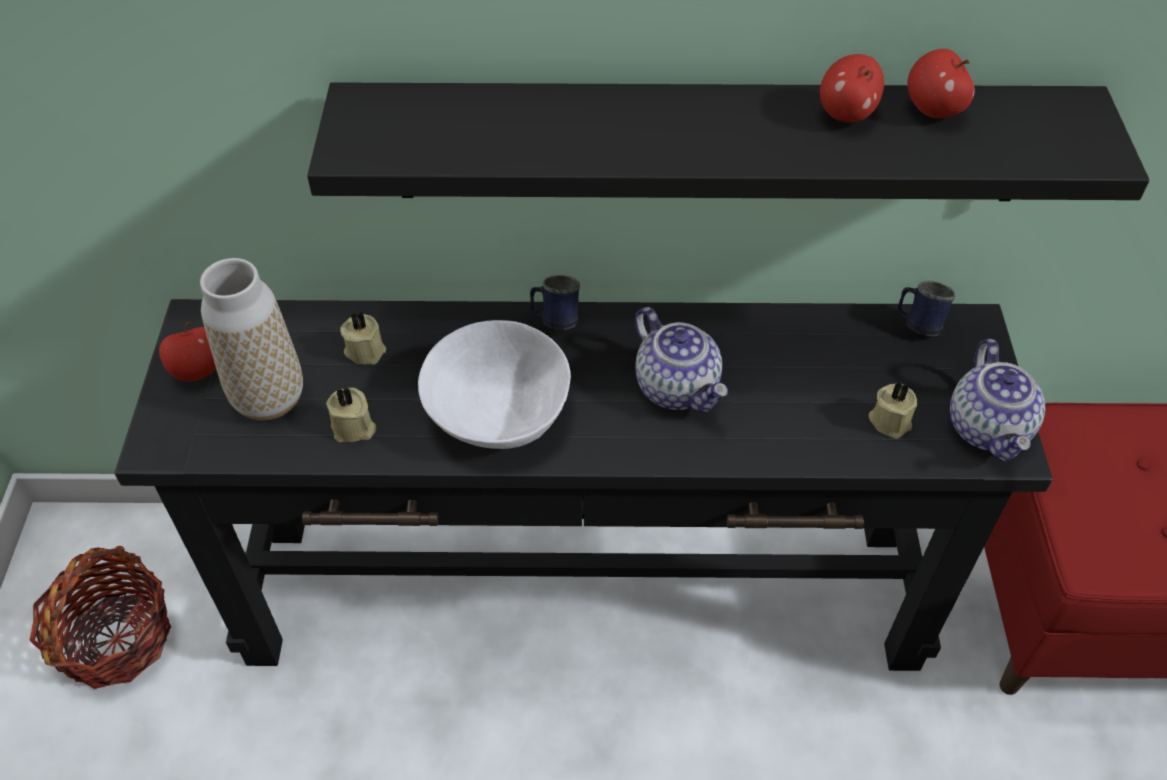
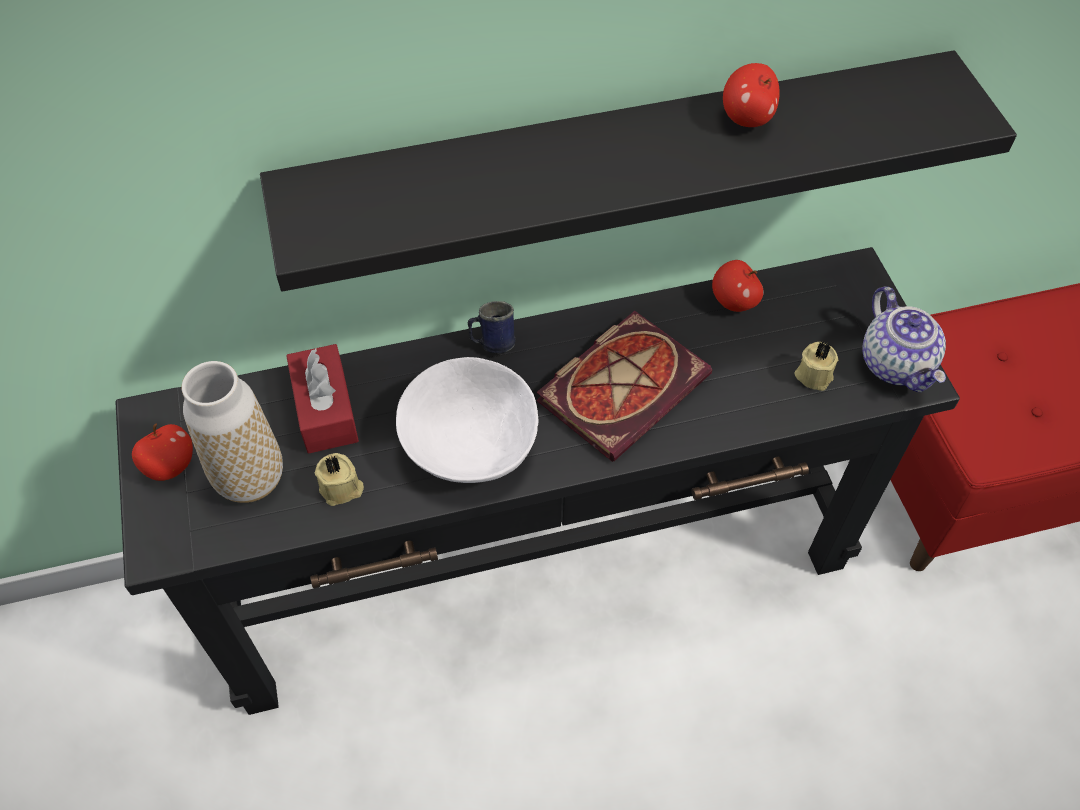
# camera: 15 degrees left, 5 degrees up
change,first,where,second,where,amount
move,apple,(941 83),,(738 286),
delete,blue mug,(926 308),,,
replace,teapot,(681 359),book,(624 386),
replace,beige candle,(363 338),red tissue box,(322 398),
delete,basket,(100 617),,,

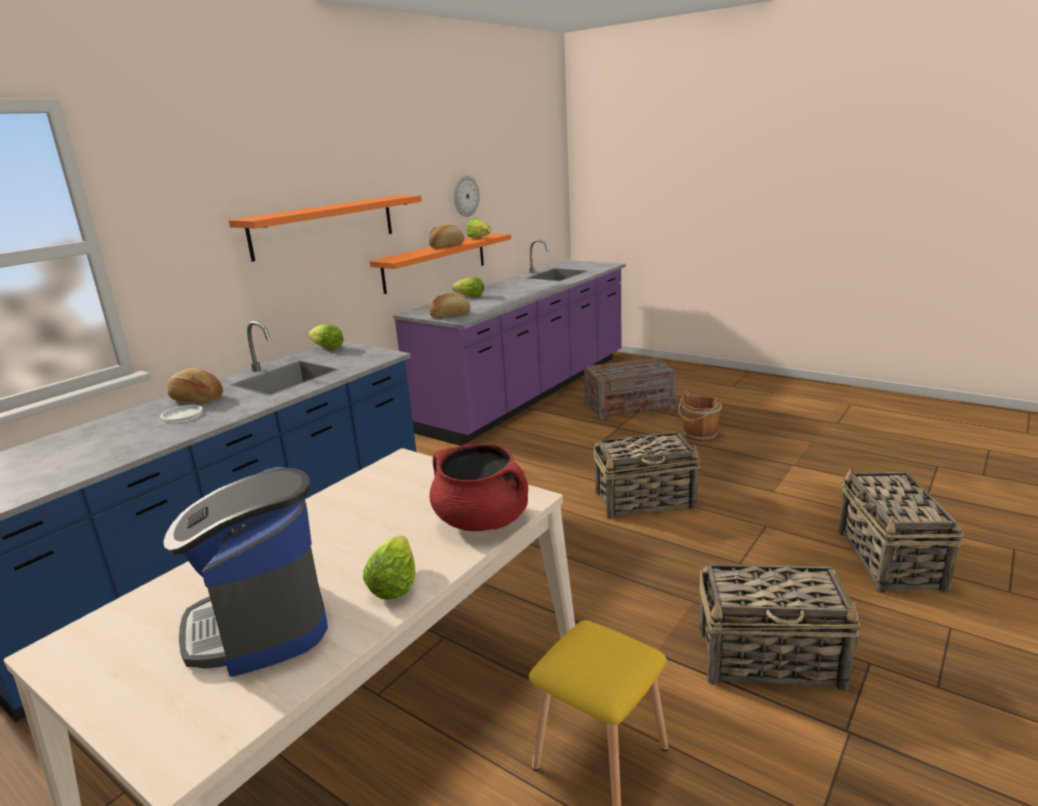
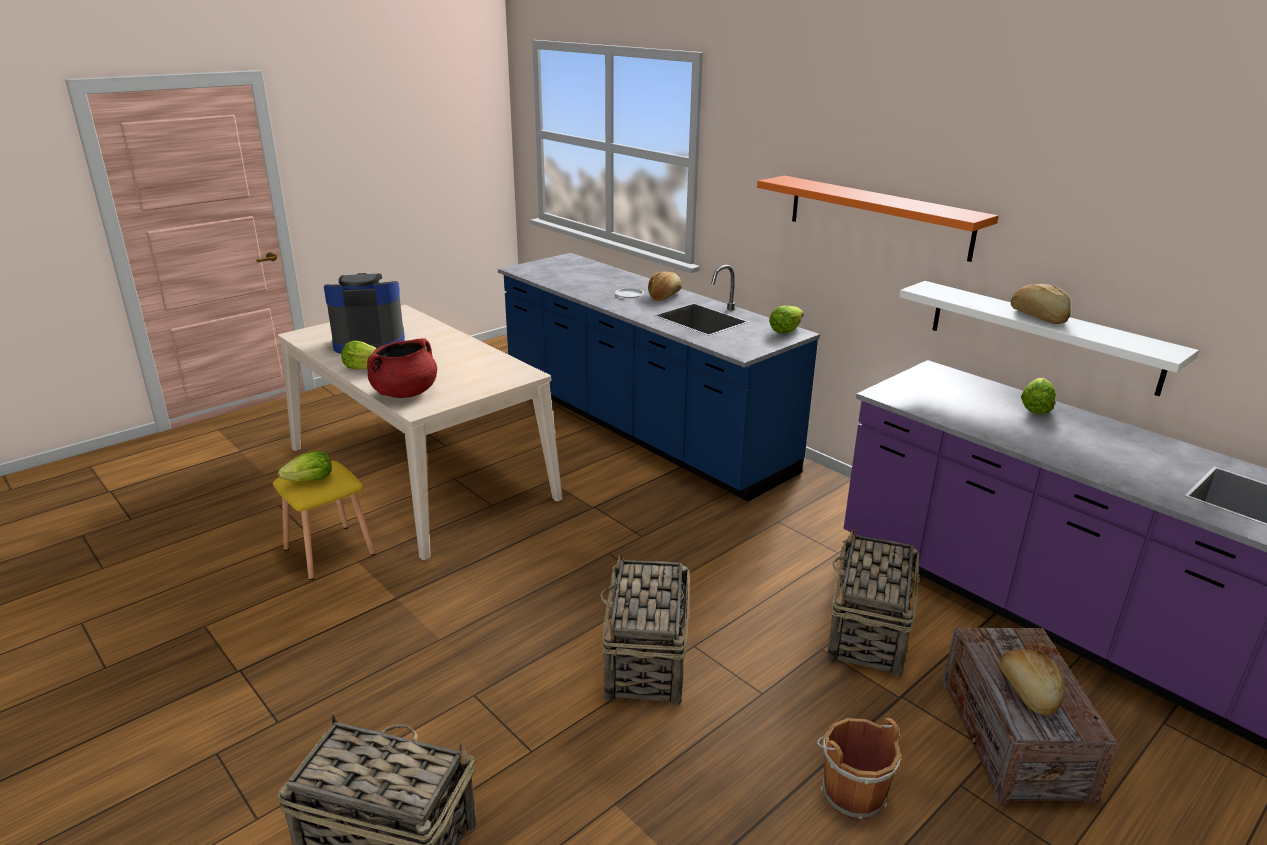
# camera: 100 degrees right, 5 degrees up
change,first,where,second,where,amount
delete,wall clock,(467 196),,,
move,lettuce,(478 228),,(305 466),
recolor,orange shelf,(440 263),white shelf,(1049 338),
move,bread,(450 305),,(1032 682),
move,basket,(780 627),,(872 602),

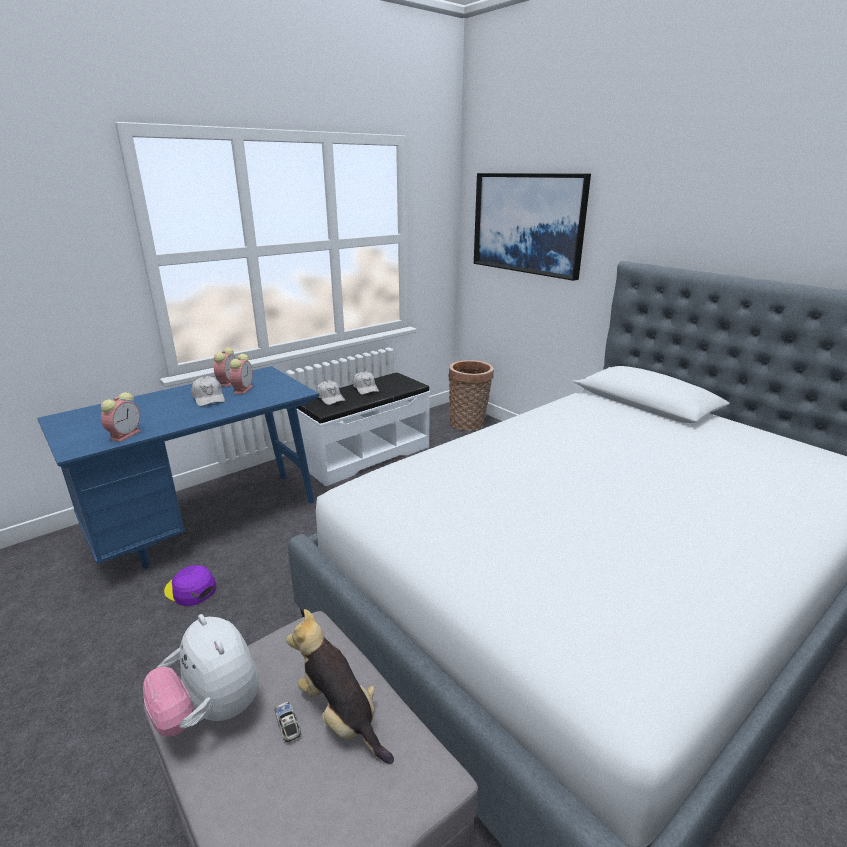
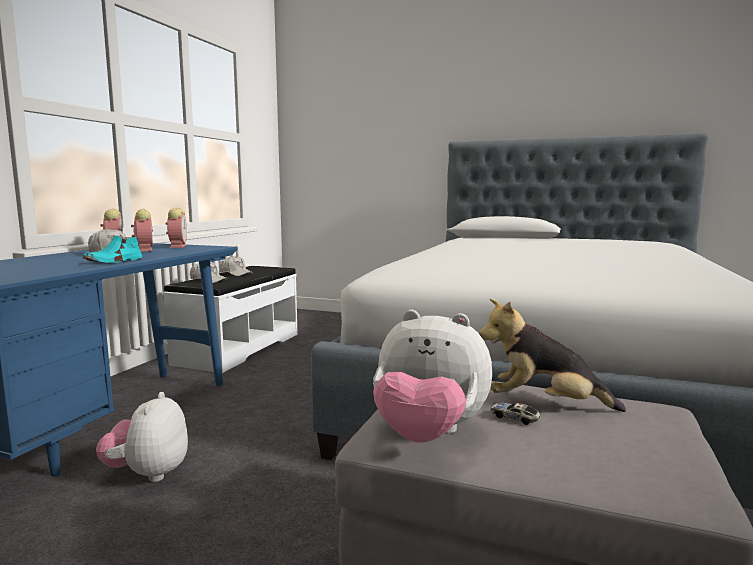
# camera: 30 degrees left, 15 degrees down
change,first,where,second,where,amount
delete,picture,(532 227),,,
delete,basket,(471 395),,,
move,alarm clock,(120 417),,(176 228),
replace,purple cap,(190 585),plush toy,(142 437),
insert,,,turquoise shoe,(112 249),

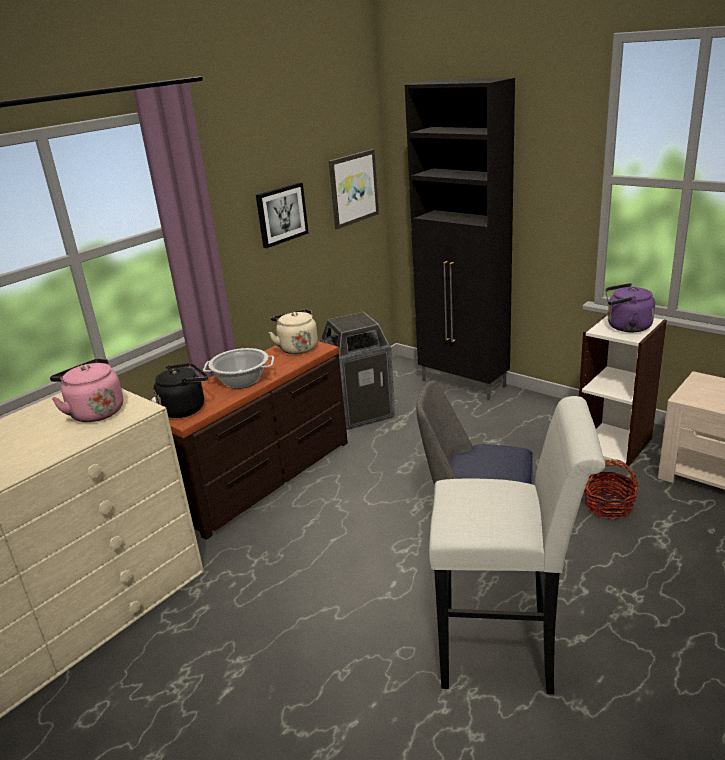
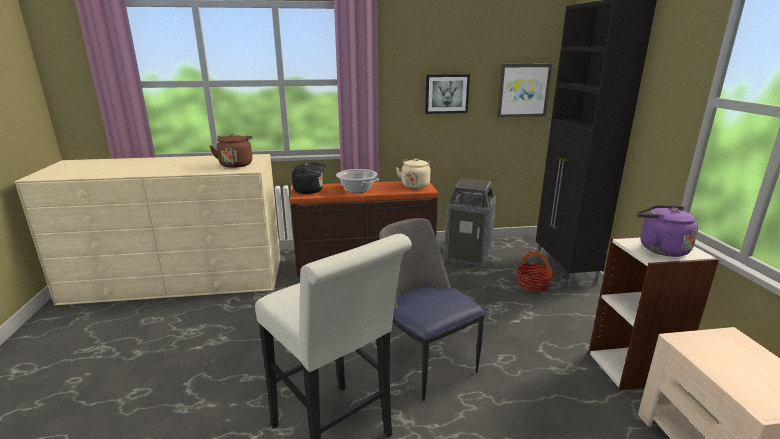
# camera: 40 degrees right, 5 degrees down
change,first,where,second,where,amount
recolor,pink kettle,(86 390),brown kettle,(231 151),
move,basket,(611 489),,(535 271),

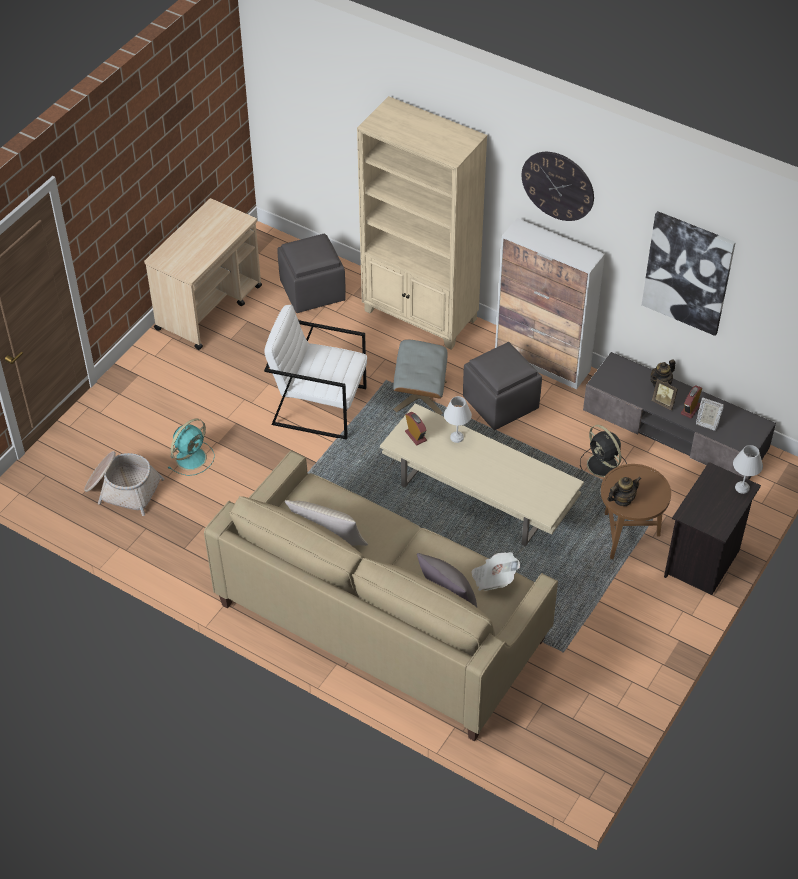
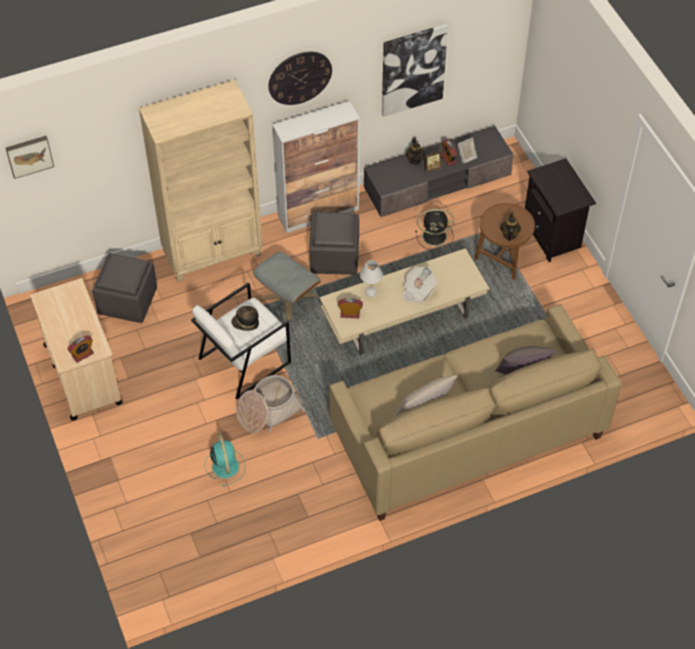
# camera: 55 degrees left, 5 degrees up
change,first,where,second,where,amount
delete,white table lamp,(748 469),,,
move,basket,(124 483),,(270 404),
move,newspaper,(495 571),,(419 285),
insert,,,picture,(30 157),
insert,,,hat,(245 318),
insert,,,alarm clock,(80 349),

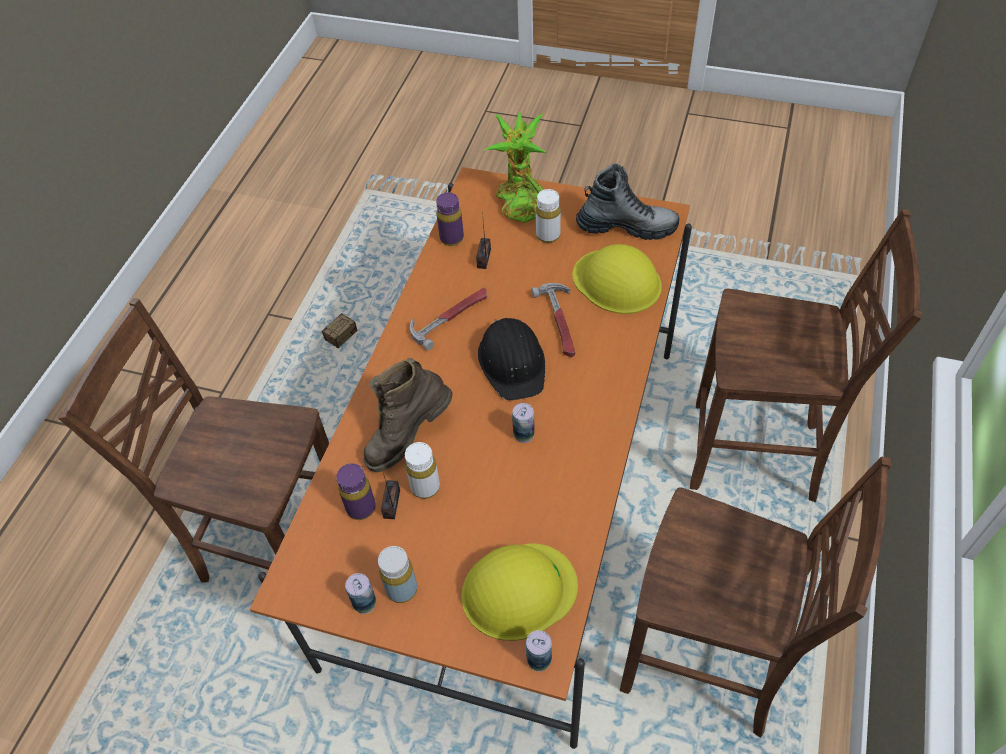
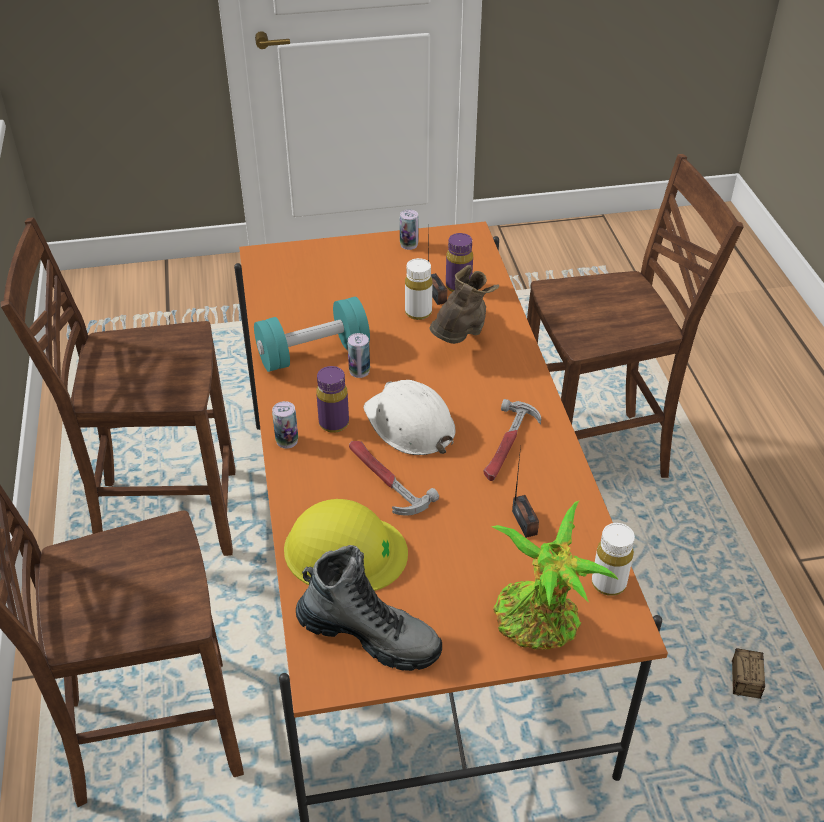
# camera: 150 degrees right, 10 degrees down
change,first,where,second,where,amount
rotate,boot,(627 201),,(369 608),135 degrees counterclockwise
move,white bottle,(548 216),,(613 559),
move,purple bottle,(450 219),,(332 399),
recolor,black hard hat,(511 359),white hard hat,(409 417),
delete,yellow hard hat,(519 592),,,
delete,yellow bottle,(397 574),,,
move,can,(539 651),,(285 425),
insert,,,turquoise dumbbell,(312 334),

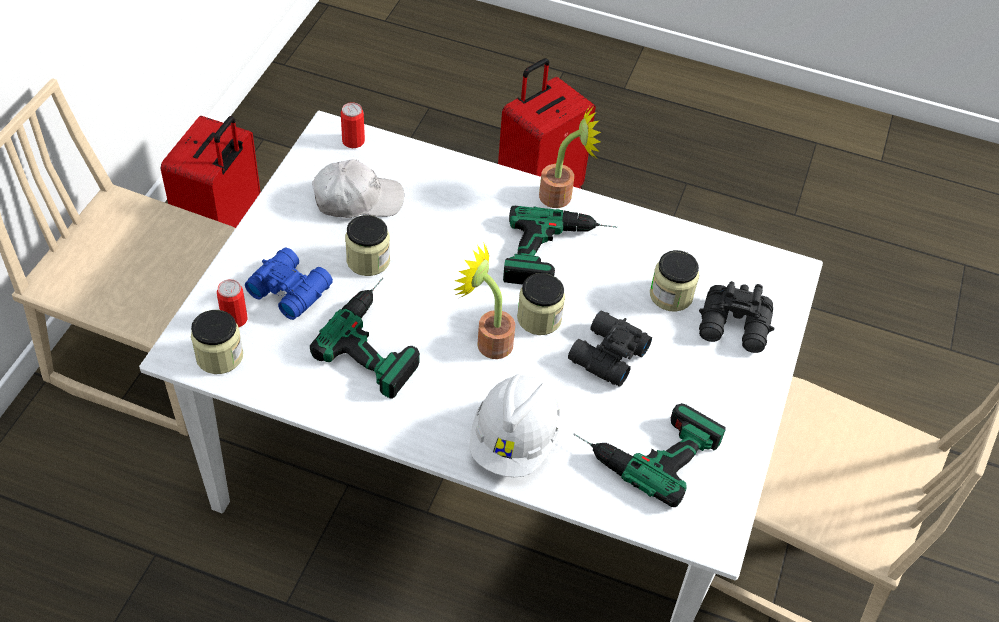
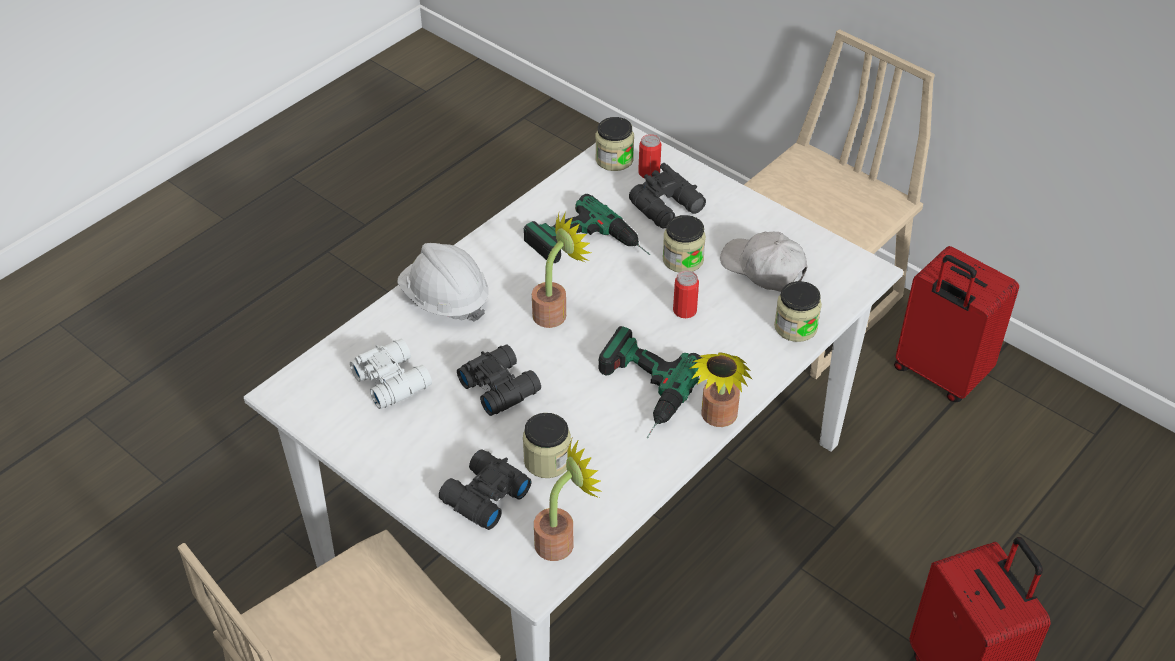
# camera: 115 degrees right, 5 degrees down
change,first,where,second,where,amount
move,can,(353 125),,(686 294),
rotate,white cap,(358 188),,(763 262),120 degrees clockwise
recolor,blue binoculars,(289 283),black binoculars,(667 195),
move,jar,(541 304),,(798 311),
replace,power drill,(649 455),white binoculars,(391 374),
insert,,,potted plant,(568 498),

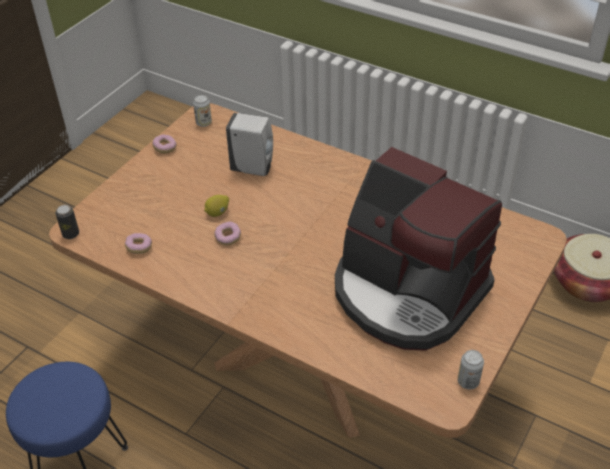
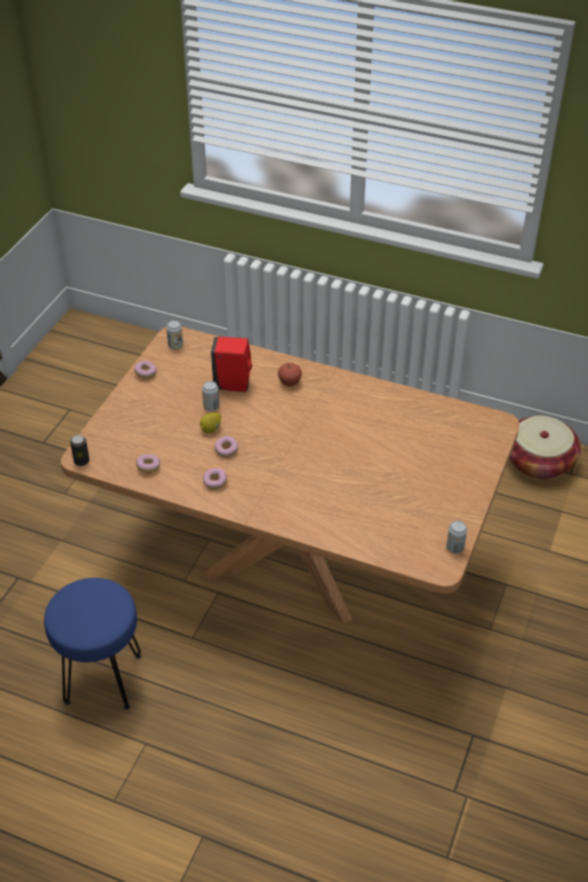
# camera: 10 degrees left, 0 degrees up
change,first,where,second,where,amount
recolor,white soap dispenser,(249 144),red soap dispenser,(231 364),
delete,coffee machine,(418 249),,,
insert,,,apple,(290 374),
insert,,,can,(210 396),
insert,,,donut,(215 479),

